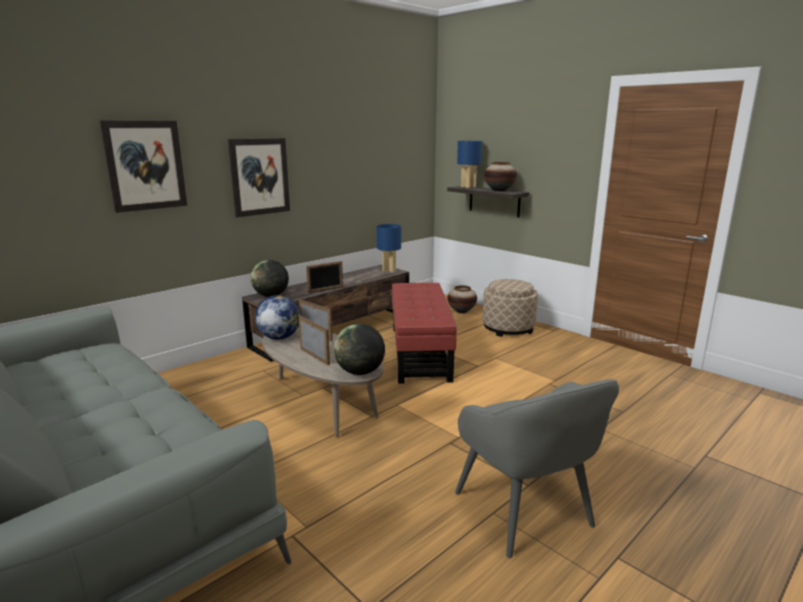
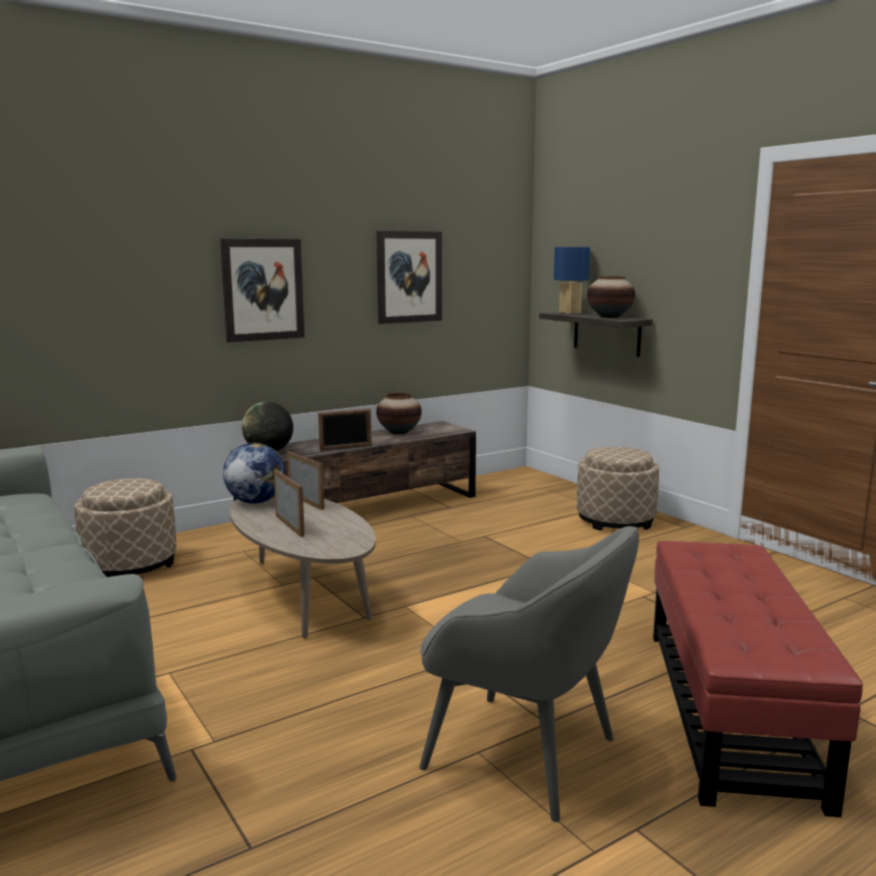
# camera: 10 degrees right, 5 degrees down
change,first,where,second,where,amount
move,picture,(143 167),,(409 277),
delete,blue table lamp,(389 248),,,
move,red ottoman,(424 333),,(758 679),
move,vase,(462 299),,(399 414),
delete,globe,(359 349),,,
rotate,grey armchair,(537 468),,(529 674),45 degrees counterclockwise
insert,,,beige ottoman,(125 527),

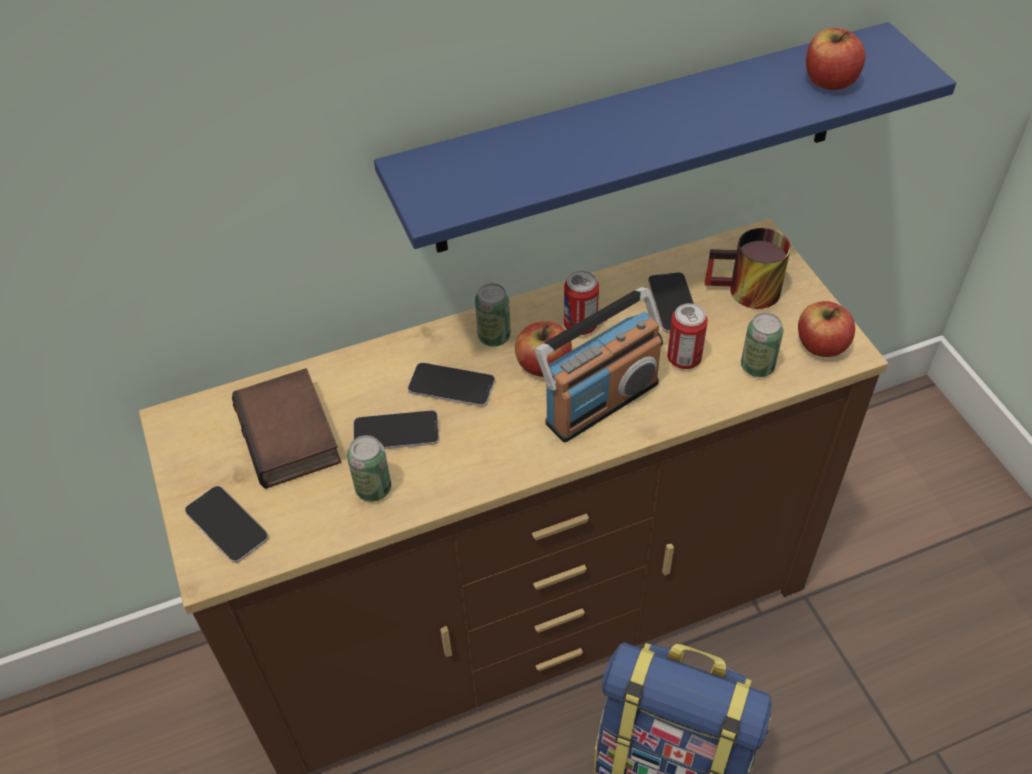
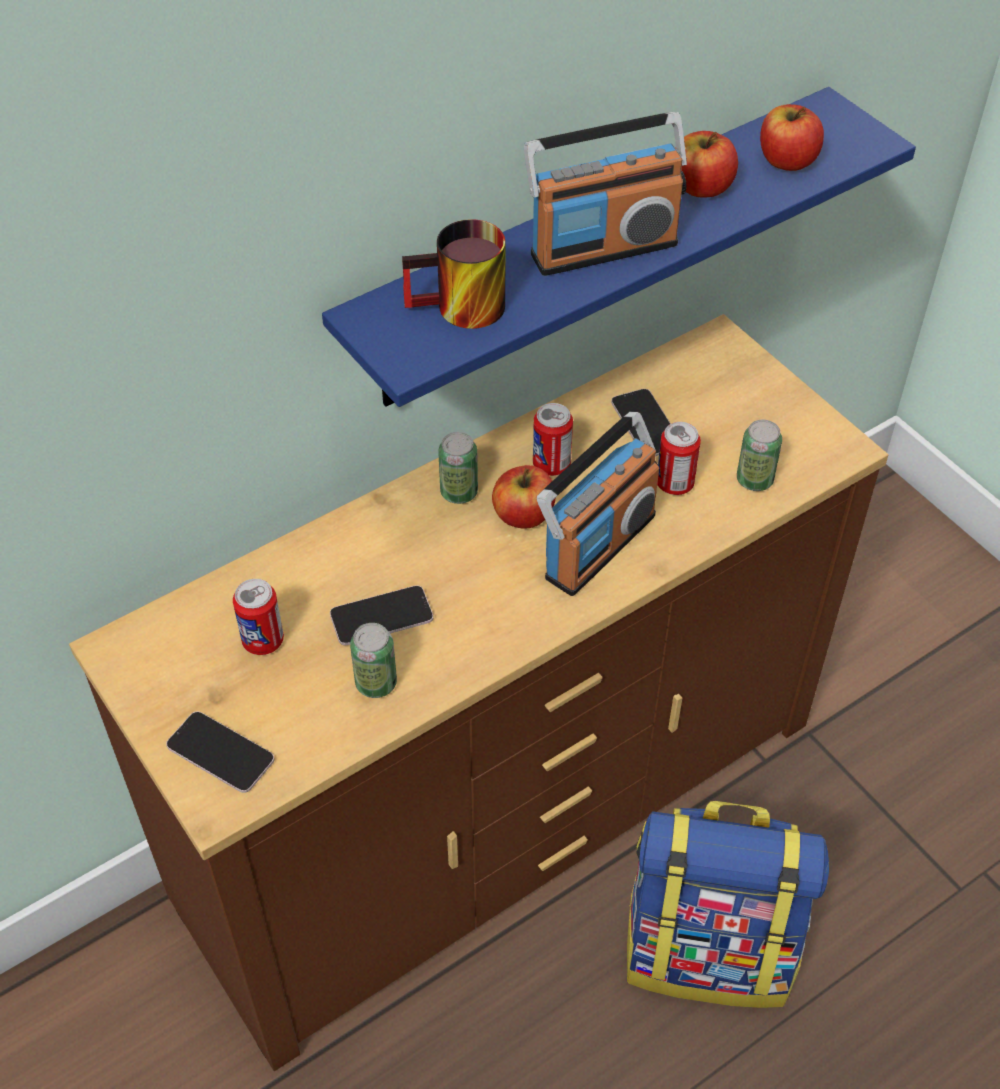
# camera: 15 degrees left, 0 degrees up
change,first,where,second,where,amount
move,mug,(748 268),,(453 274),
move,apple,(826 329),,(706 164),
delete,phone,(451 384),,,
replace,book,(286 428),can,(258 617),
insert,,,radio,(605 194),

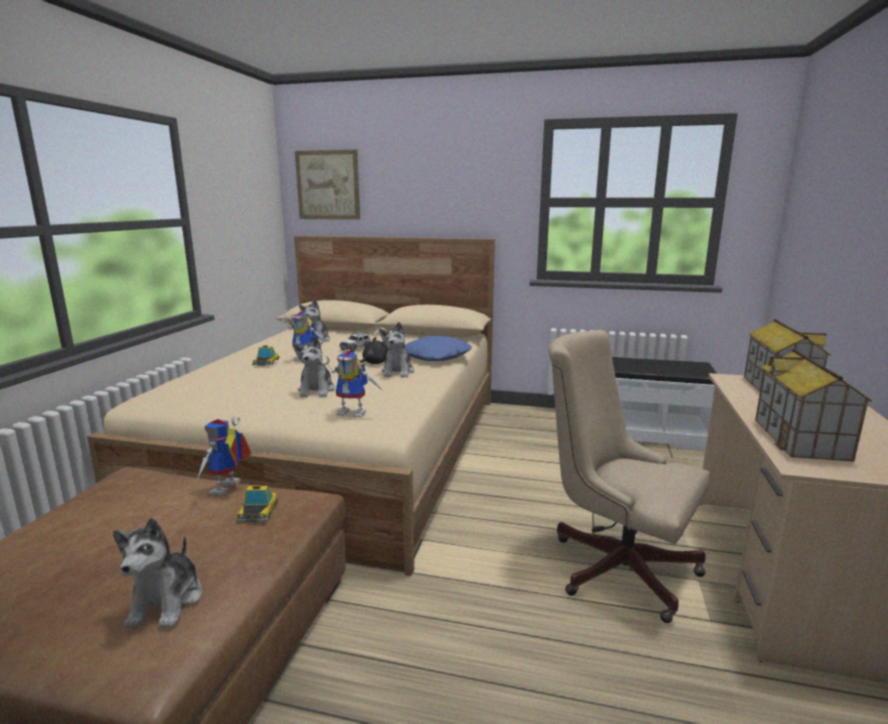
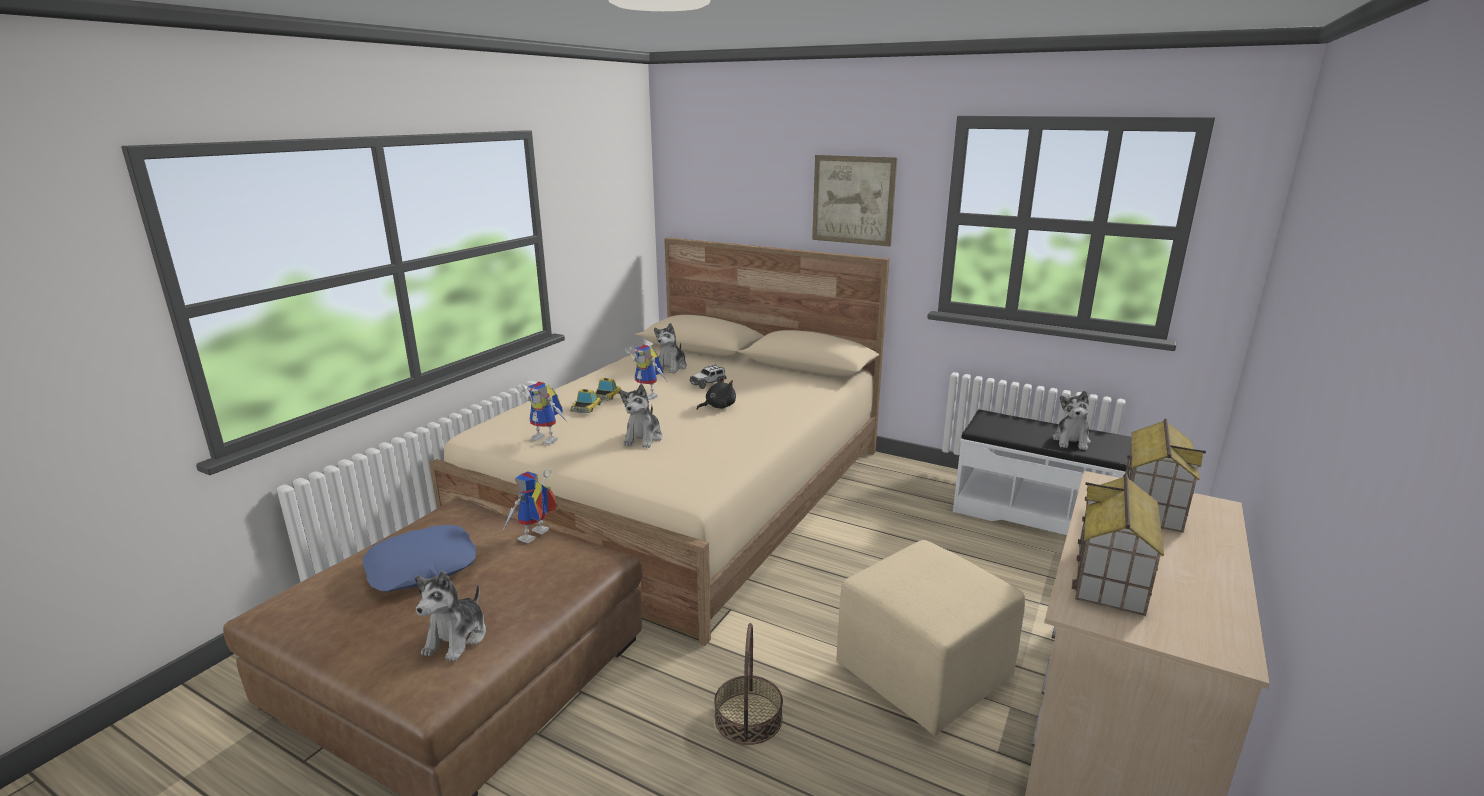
# camera: 15 degrees right, 5 degrees up
change,first,where,second,where,amount
move,picture,(327 185),,(854 201),
move,plush toy,(396 349),,(1072 420),
replace,beige office chair,(629 476),beige ottoman,(930 638),
move,blue pillow,(438 348),,(419 558),
move,toy robot,(351 383),,(542 413),
move,toy car,(257 504),,(586 401),
insert,,,basket,(748 684),

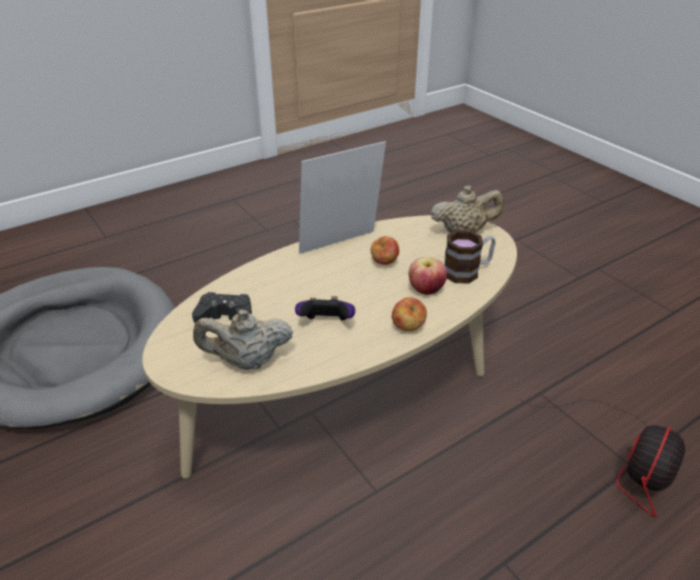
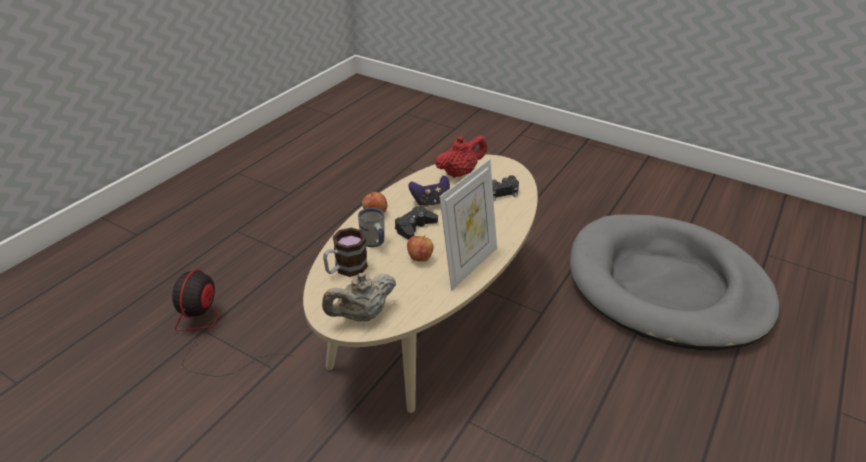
# camera: 155 degrees right, 0 degrees up
change,first,where,second,where,amount
replace,apple,(427 276),white mug,(371 227),
recolor,beige teapot,(243 340),red teapot,(461 157),
insert,,,black game controller,(416 223),

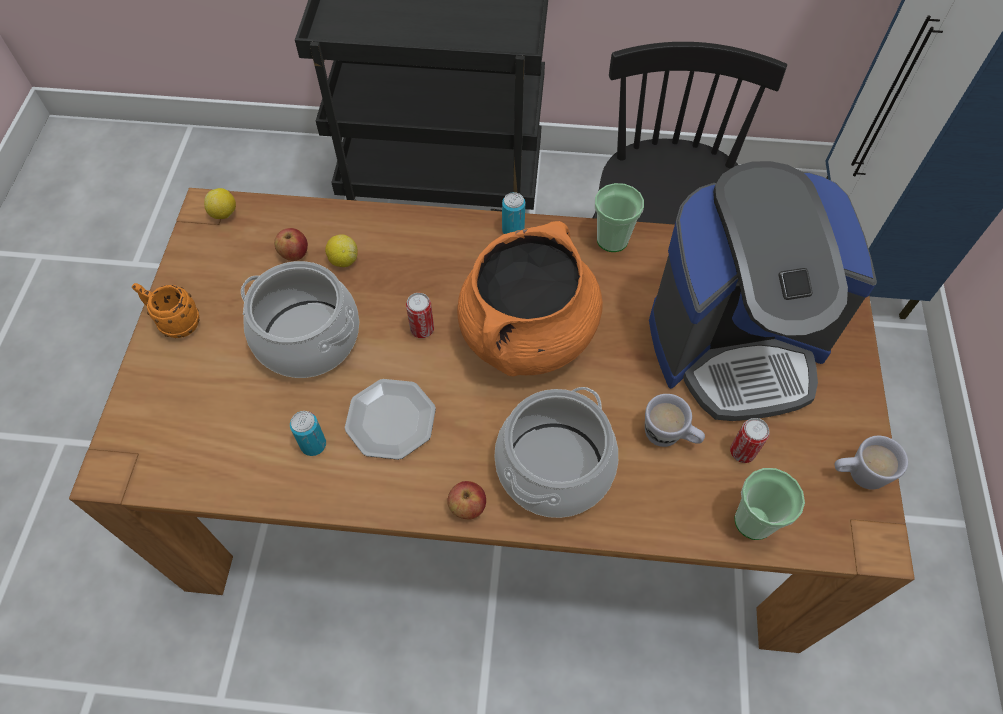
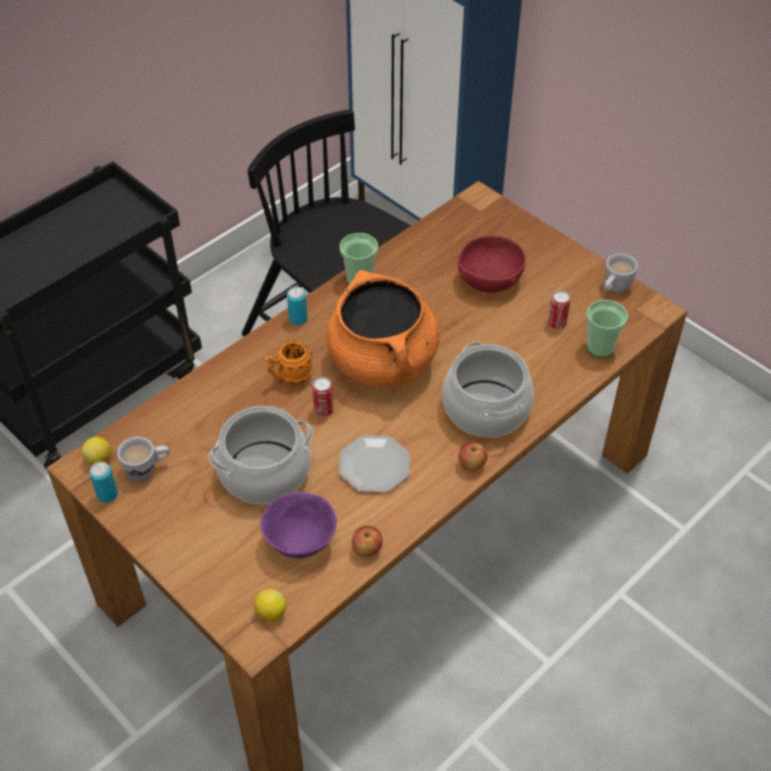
# camera: 50 degrees left, 10 degrees down
change,first,where,second,where,amount
replace,coffee machine,(763 291),red bowl,(492 264),
move,apple,(291 244),,(367 541),
move,lemon,(341 250),,(270 605),
move,orange mug,(166 310),,(289 363),
move,white mug,(675 420),,(143 459),
move,can,(308 433),,(103 482),
insert,,,purple bowl,(298 525),

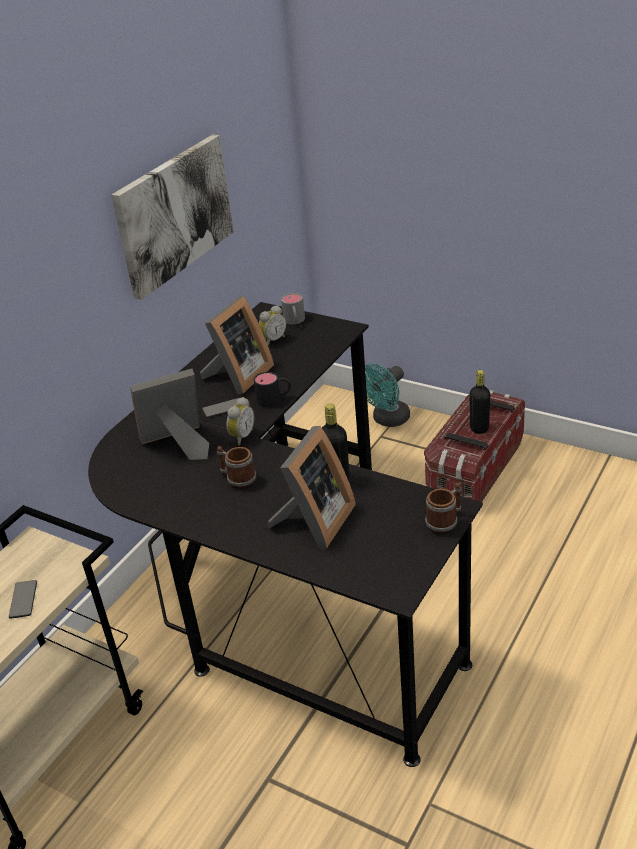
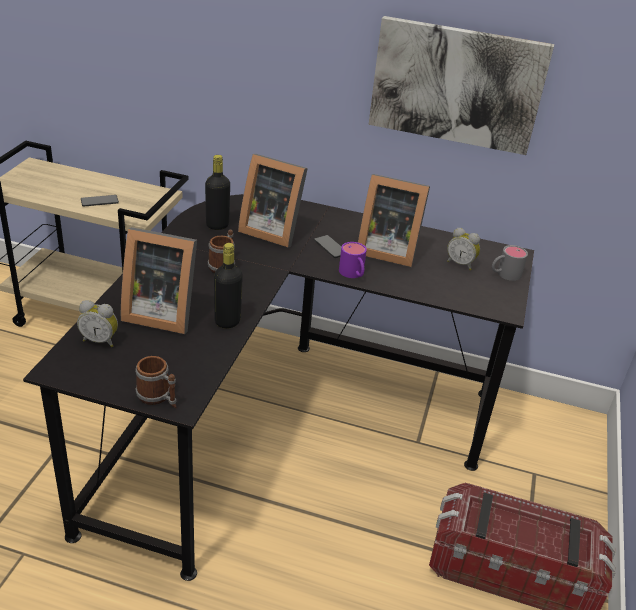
# camera: 70 degrees right, 0 degrees up
change,first,where,second,where,amount
delete,turquoise fan,(387 395),,,
rotate,picture frame,(169 414),,(273 200),150 degrees clockwise
move,black bottle,(480 402),,(217 192),
recolor,black mug,(272 390),purple mug,(353 260),
move,alarm clock,(240 421),,(97 323),

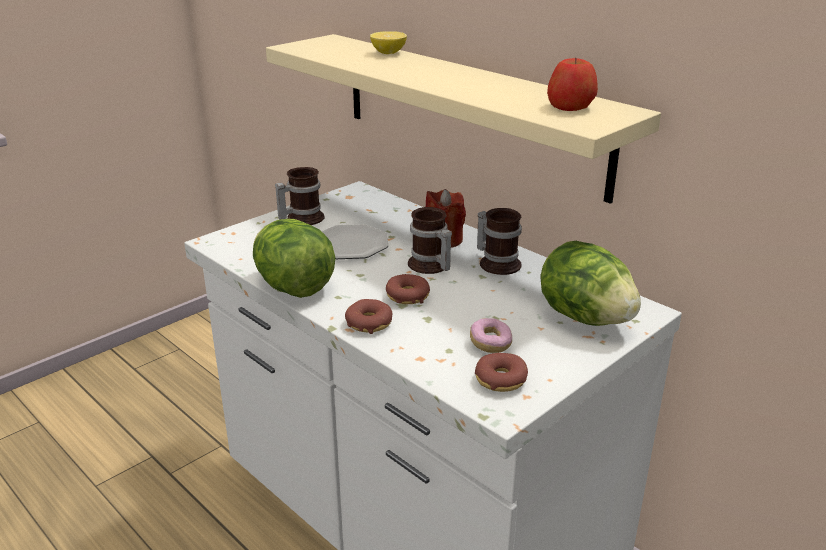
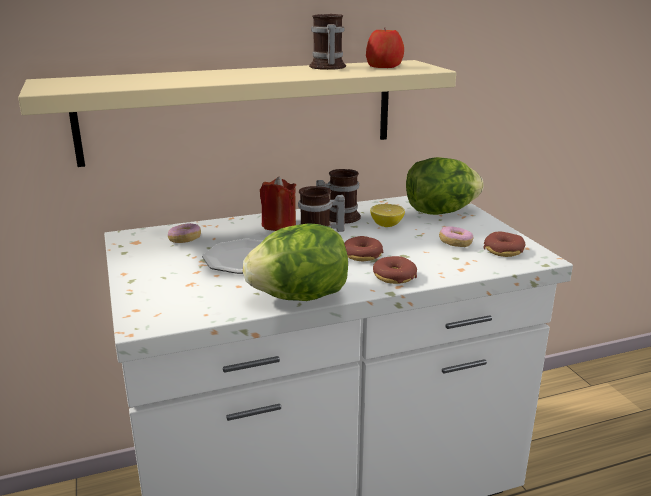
# camera: 65 degrees left, 5 degrees down
change,first,where,second,where,amount
move,lemon,(388 42),,(387 215),
move,mug,(299 196),,(327 42),
insert,,,donut,(184 233),

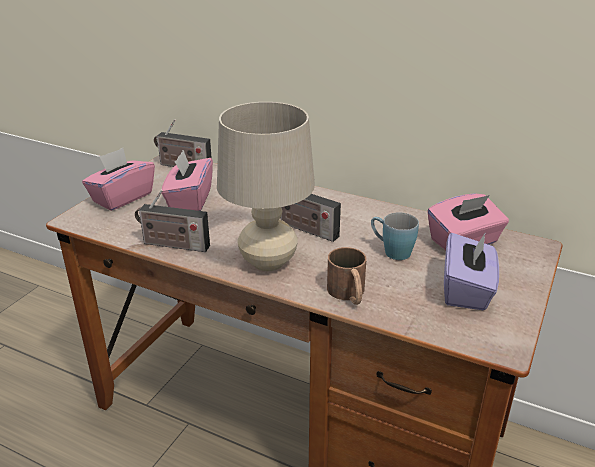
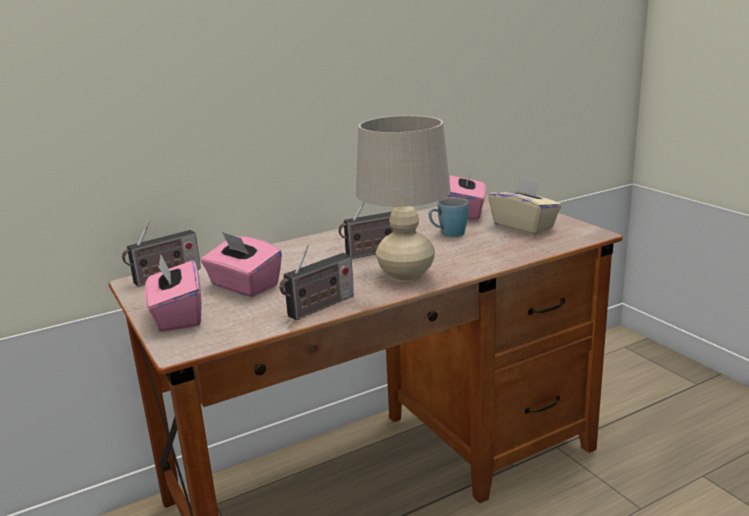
# camera: 55 degrees left, 10 degrees down
change,first,where,second,where,amount
recolor,purple tissue box,(471 271),beige tissue box,(525 205),
delete,brown mug,(346 276),,,

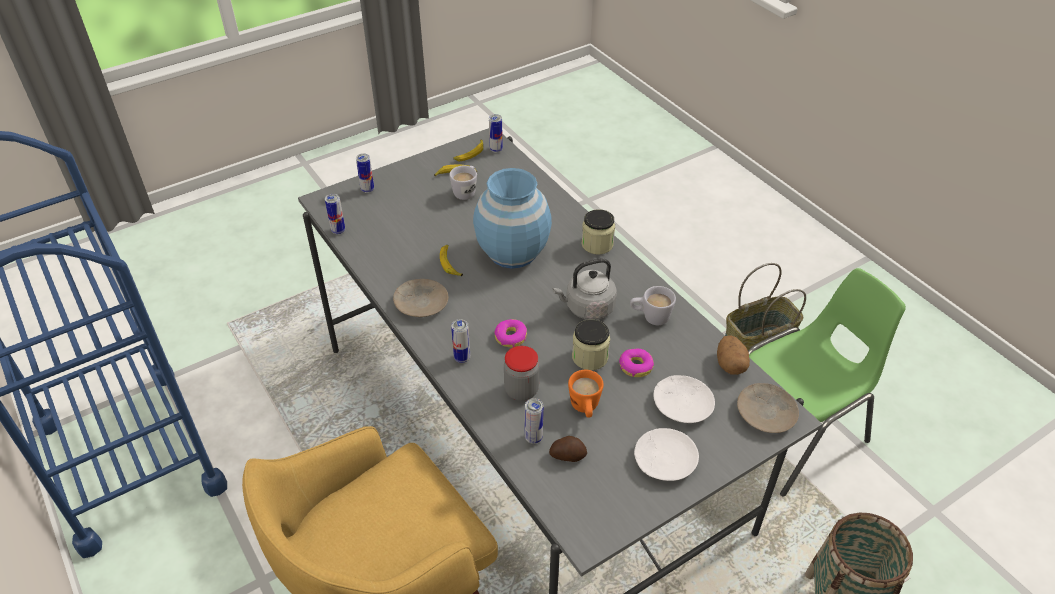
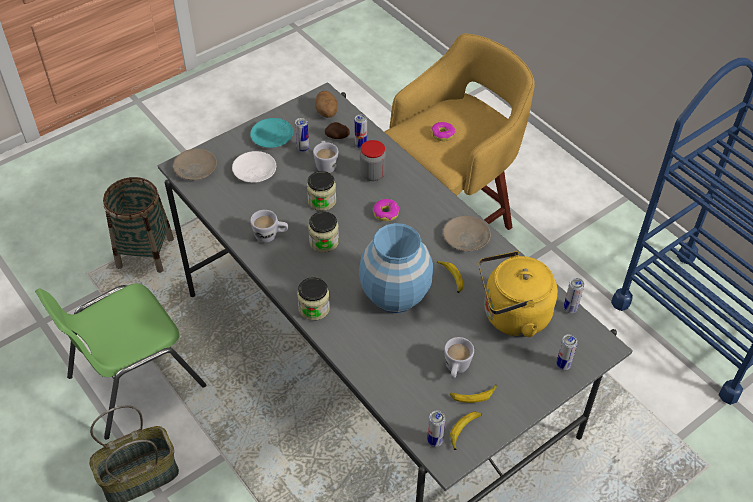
# camera: 175 degrees right, 5 degrees up
change,first,where,second,where,amount
replace,grey kettle,(585 289),jar,(323 232),
move,can,(460 341),,(302 135),
move,potato,(733 355),,(326 104),
move,donut,(636 362),,(443 131),
recolor,orange mug,(586 394),white mug,(325 157),
recolor,white plate,(666 454),turquoise plate,(271 133),
insert,,,yellow kettle,(518 294),

